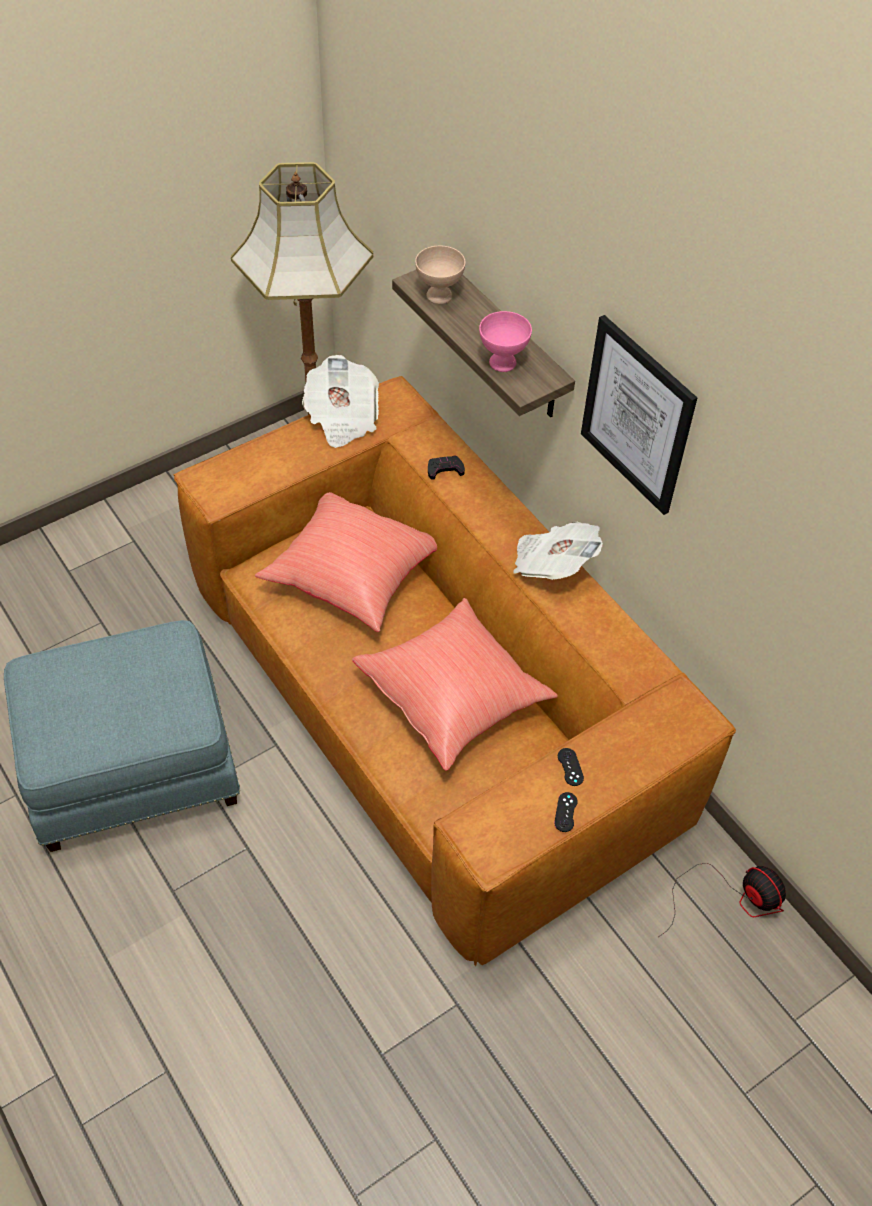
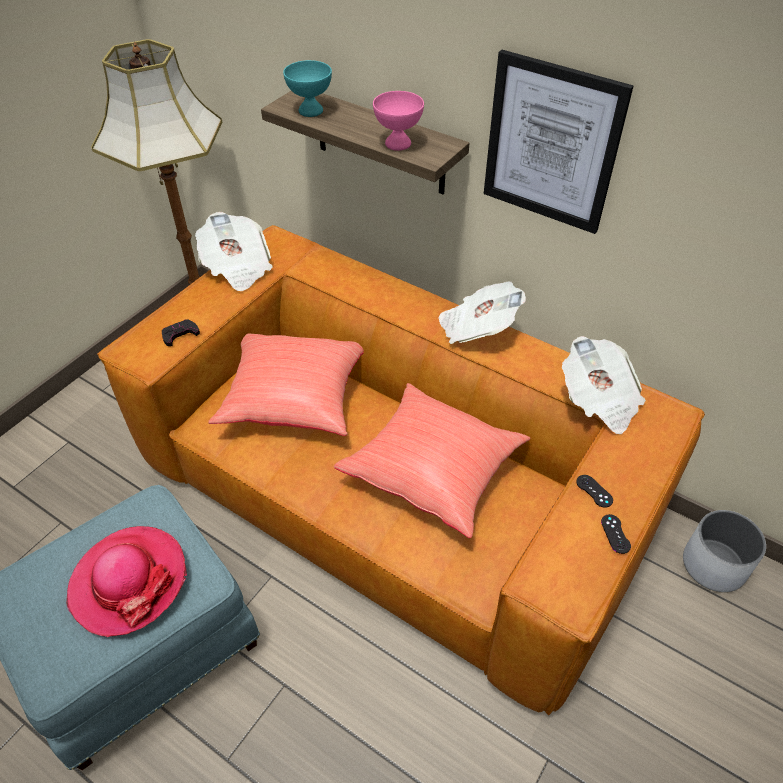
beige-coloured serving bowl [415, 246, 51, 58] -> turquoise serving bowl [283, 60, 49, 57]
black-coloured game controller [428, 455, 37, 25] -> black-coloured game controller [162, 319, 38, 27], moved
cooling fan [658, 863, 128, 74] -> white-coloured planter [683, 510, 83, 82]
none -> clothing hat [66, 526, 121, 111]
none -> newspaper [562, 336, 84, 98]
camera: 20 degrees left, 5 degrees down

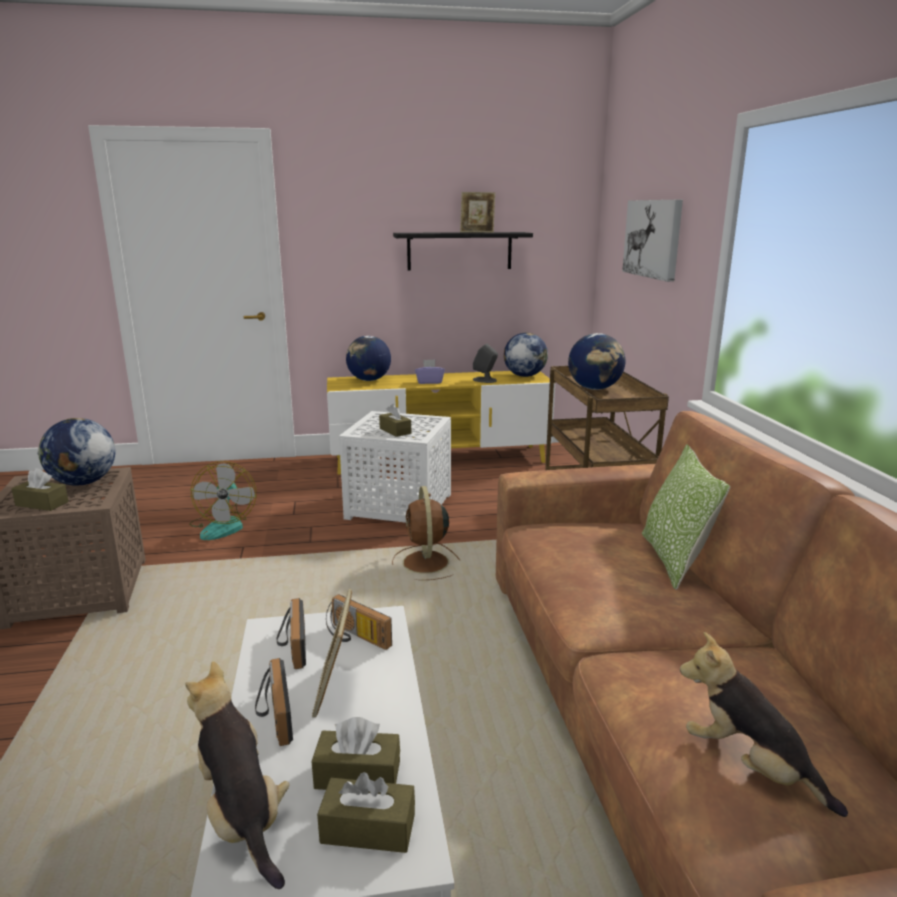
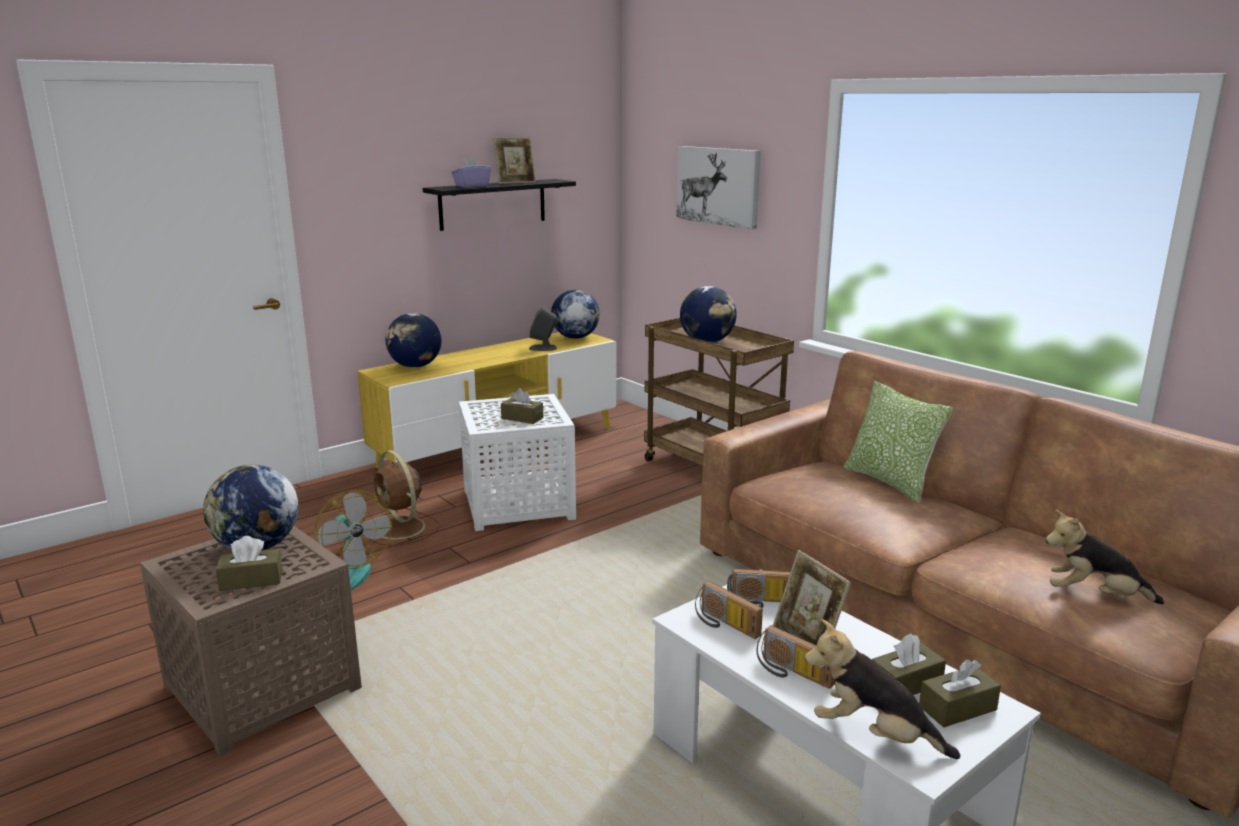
brown-coloured cooling fan [392, 486, 68, 94] -> brown-coloured cooling fan [368, 450, 72, 96], moved
purple box of tissues [415, 360, 30, 24] -> purple box of tissues [451, 158, 40, 29], moved
camera: 30 degrees left, 0 degrees up

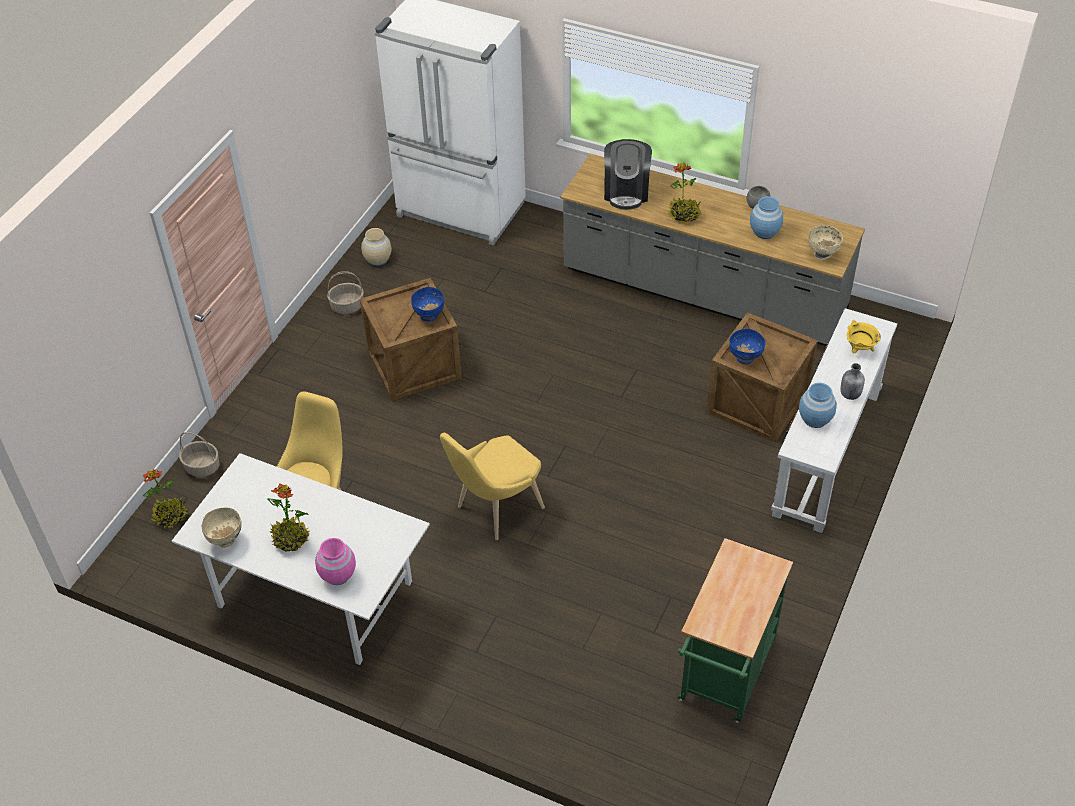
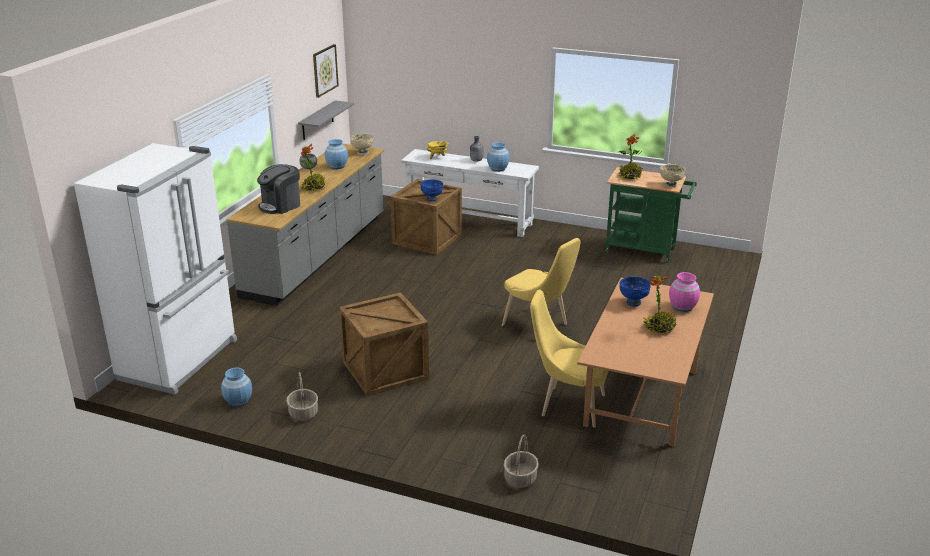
houseplant [142, 469, 46, 59] -> houseplant [619, 134, 23, 46], moved
white-coloured dinner table [172, 453, 258, 212] -> brown-coloured dinner table [577, 278, 137, 169]
beige-coloured serving bowl [202, 508, 39, 40] -> beige-coloured serving bowl [660, 164, 26, 23], moved
beige-coloured vase [361, 228, 31, 38] -> bluish vase [221, 368, 31, 39]
bluish serving bowl [411, 287, 33, 35] -> bluish serving bowl [619, 277, 32, 29], moved
coffee maker [604, 139, 48, 71] -> coffee maker [257, 164, 43, 50], 135 degrees clockwise
none -> gray bracket shelf [298, 100, 56, 40]
none -> wall picture [313, 44, 26, 54]
camera: 95 degrees left, 20 degrees down

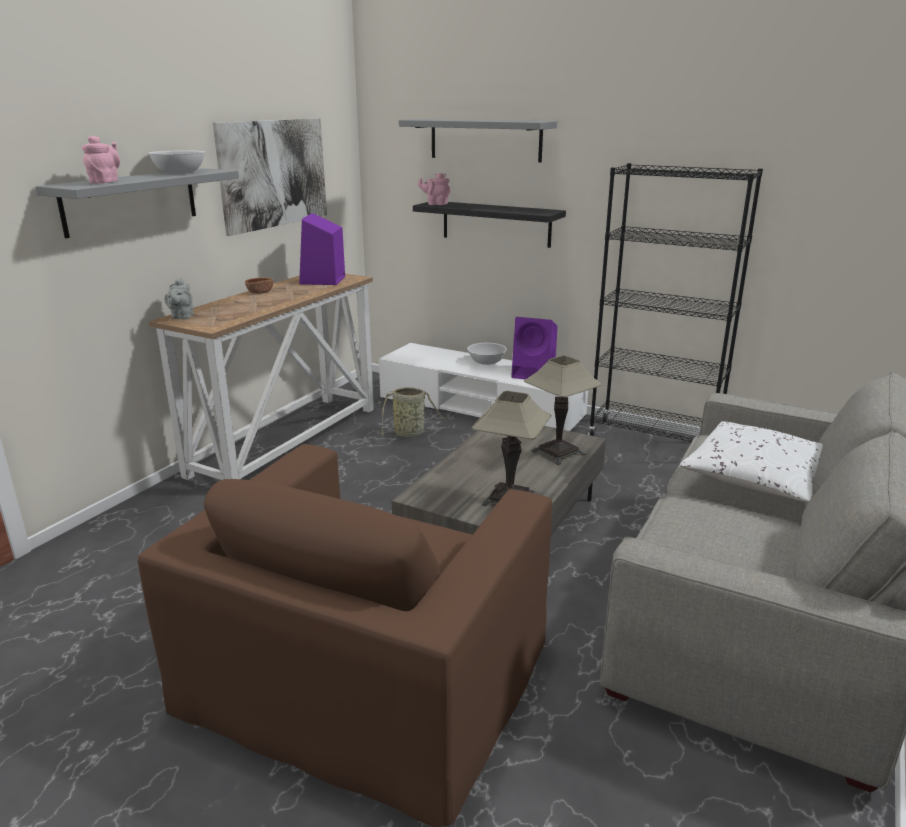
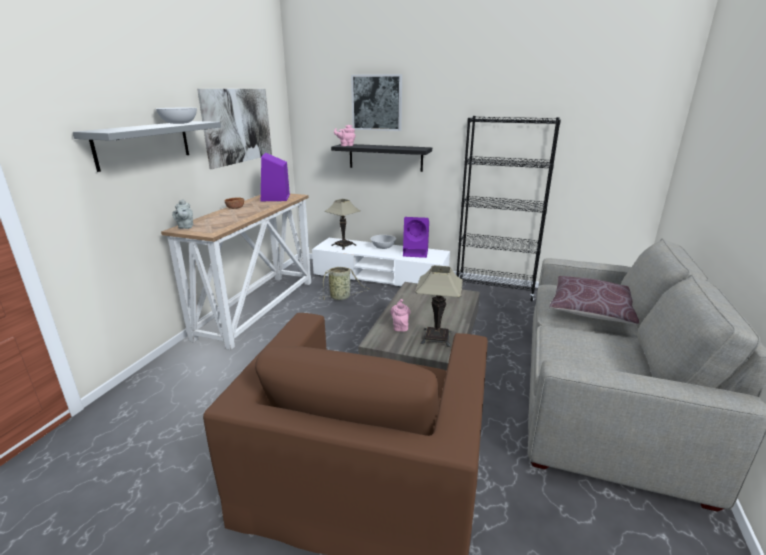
pink teapot [82, 136, 38, 47] -> pink teapot [390, 299, 20, 33], moved
gray bracket shelf [399, 119, 158, 43] -> wall picture [351, 74, 51, 57]
lamp for a table [524, 355, 78, 110] -> lamp for a table [325, 199, 35, 51], moved
white-coloured pillow [680, 421, 143, 82] -> brown-coloured pillow [549, 276, 90, 49]
camera: 10 degrees left, 0 degrees up

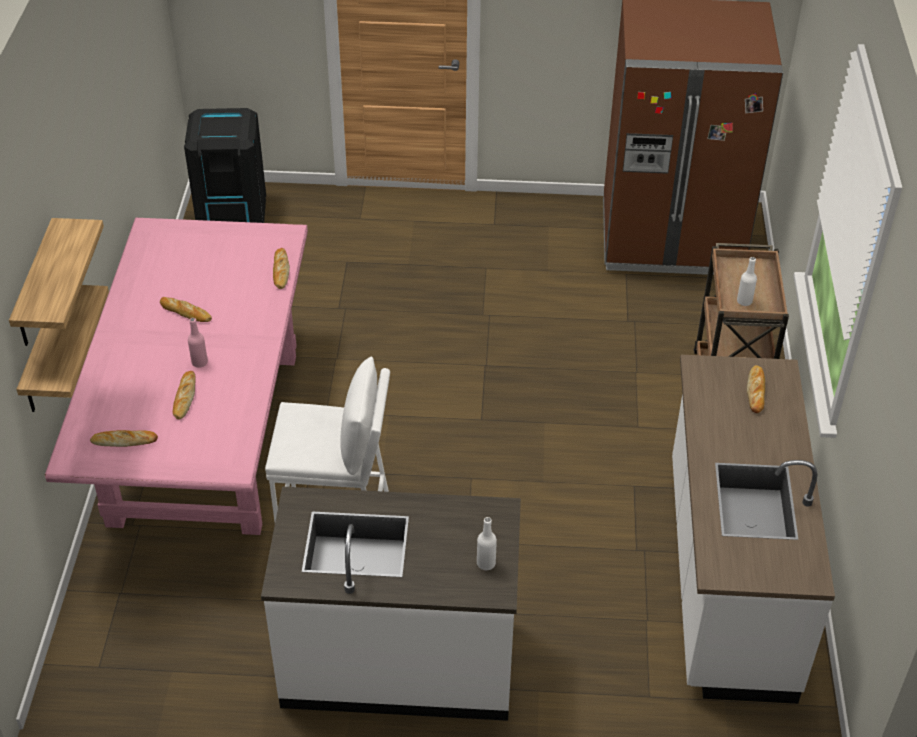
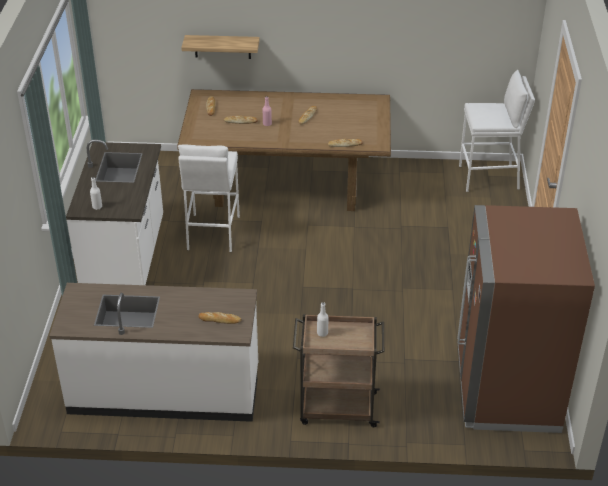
bracket shelf [9, 218, 95, 128] -> none
pink dinner table [45, 218, 263, 317] -> brown-coloured dinner table [177, 89, 214, 122]
black-coloured rubbish bin [184, 108, 82, 115] -> white-coloured sitting stool [459, 70, 76, 122]
camera: 90 degrees right, 5 degrees down

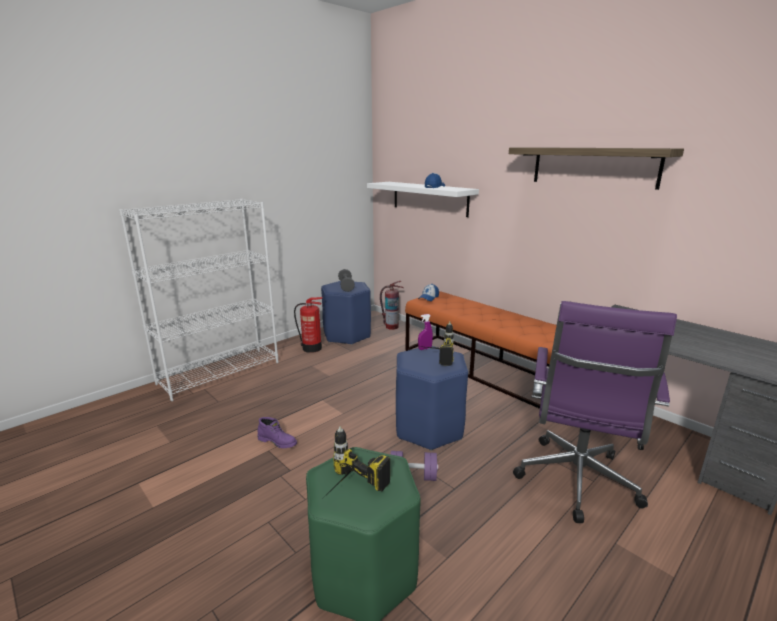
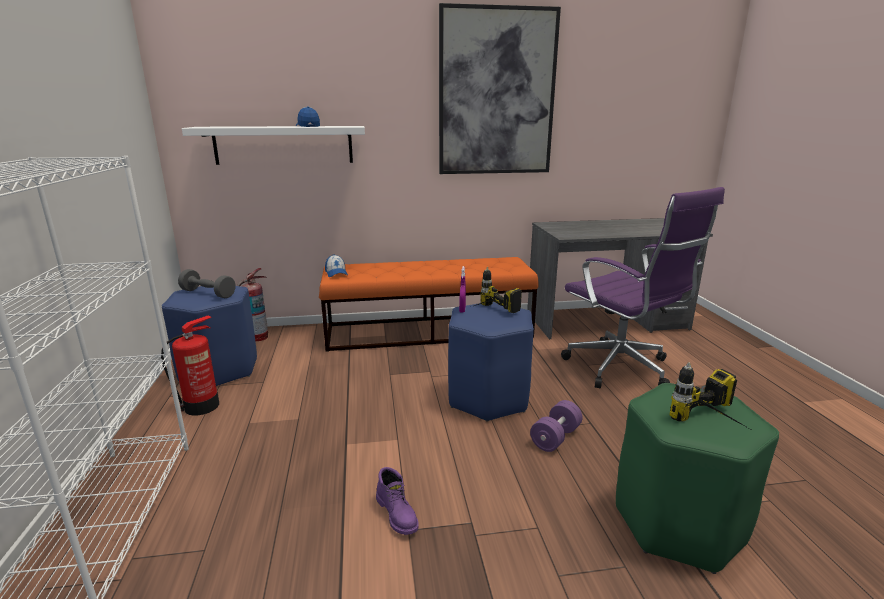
purple high-top boot [257, 417, 40, 31] -> purple high-top boot [376, 467, 43, 68], 90 degrees clockwise
bracket shelf [509, 147, 175, 43] -> wall picture [439, 3, 122, 171]
camera: 55 degrees left, 0 degrees up

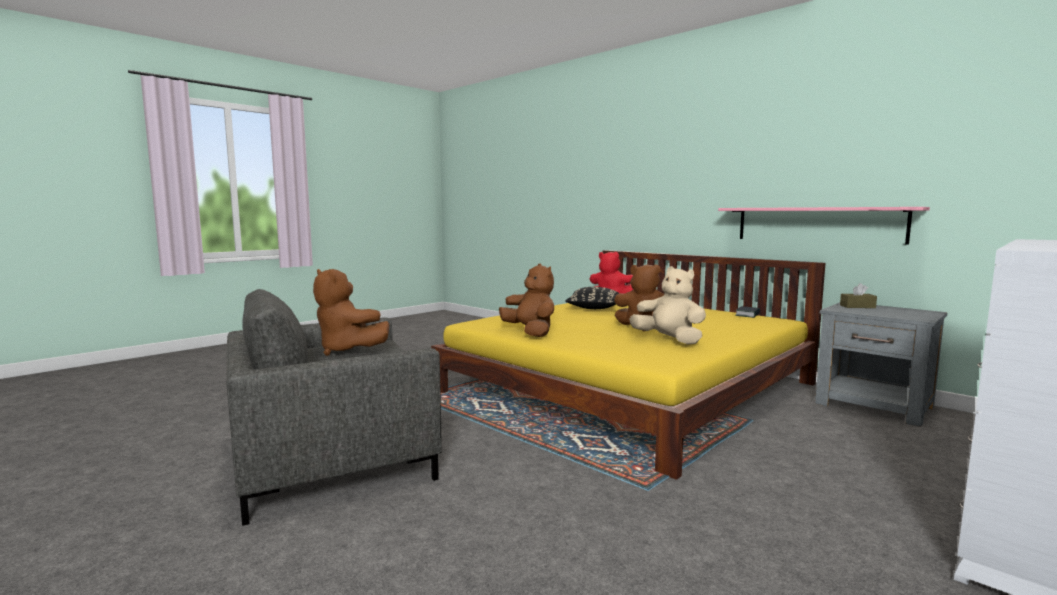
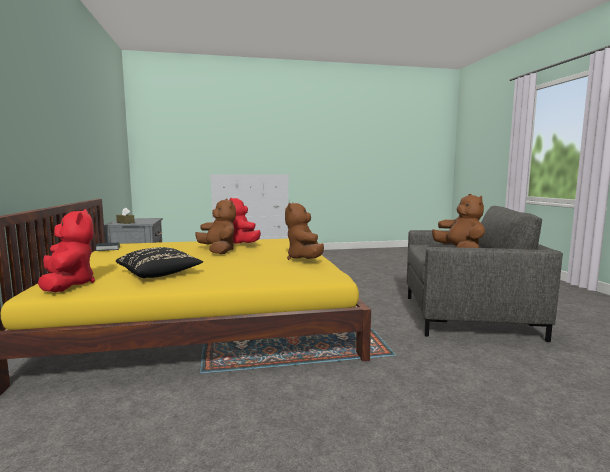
beige-coloured plush toy [629, 266, 77, 78] -> red-coloured plush toy [229, 198, 32, 46]
pink bracket shelf [718, 207, 212, 38] -> none
camera: 145 degrees left, 0 degrees up

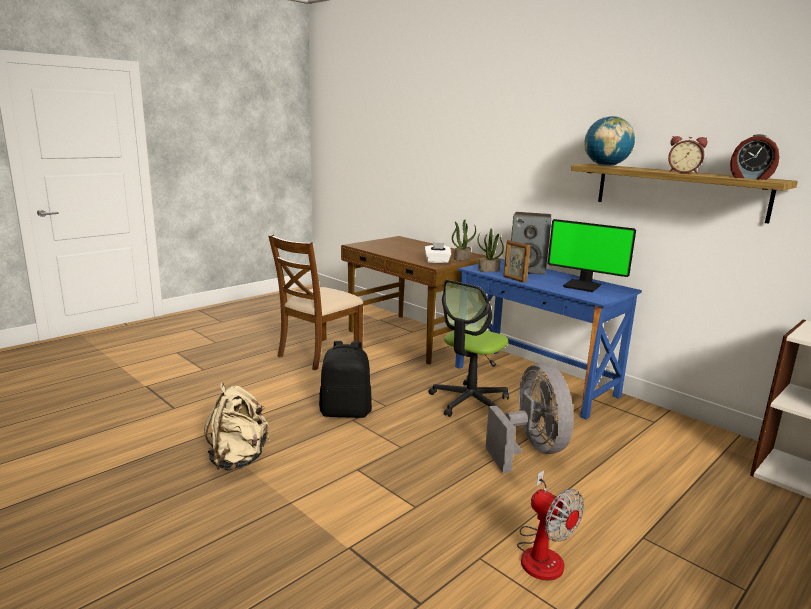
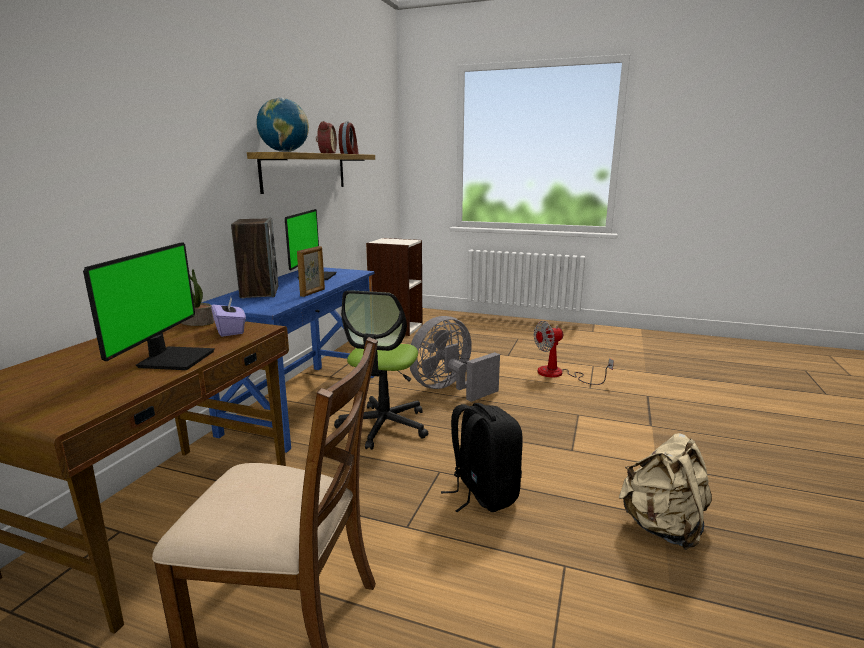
white-coloured box of tissues [425, 242, 26, 21] -> purple box of tissues [211, 297, 35, 40]
desk chair [429, 280, 80, 137] -> desk chair [334, 290, 95, 160], 90 degrees clockwise
houseplant [478, 228, 26, 44] -> none
cooling fan [517, 470, 67, 110] -> cooling fan [534, 321, 80, 64], 135 degrees counterclockwise
none -> monitor [83, 242, 132, 128]
camera: 115 degrees left, 0 degrees up

